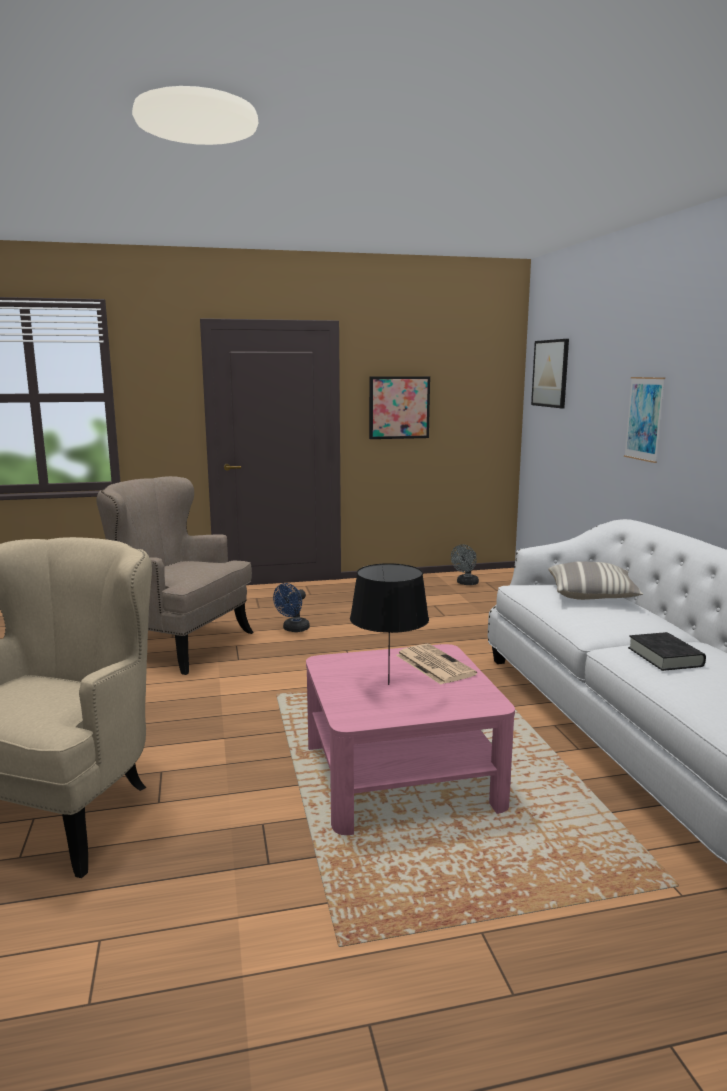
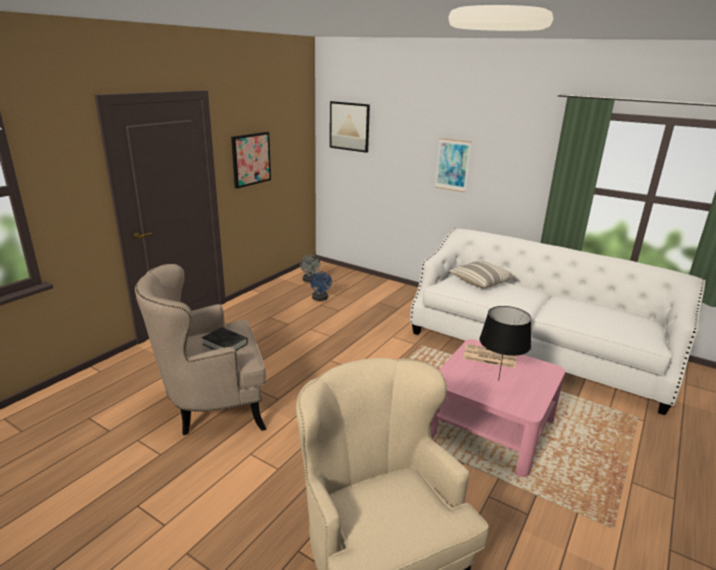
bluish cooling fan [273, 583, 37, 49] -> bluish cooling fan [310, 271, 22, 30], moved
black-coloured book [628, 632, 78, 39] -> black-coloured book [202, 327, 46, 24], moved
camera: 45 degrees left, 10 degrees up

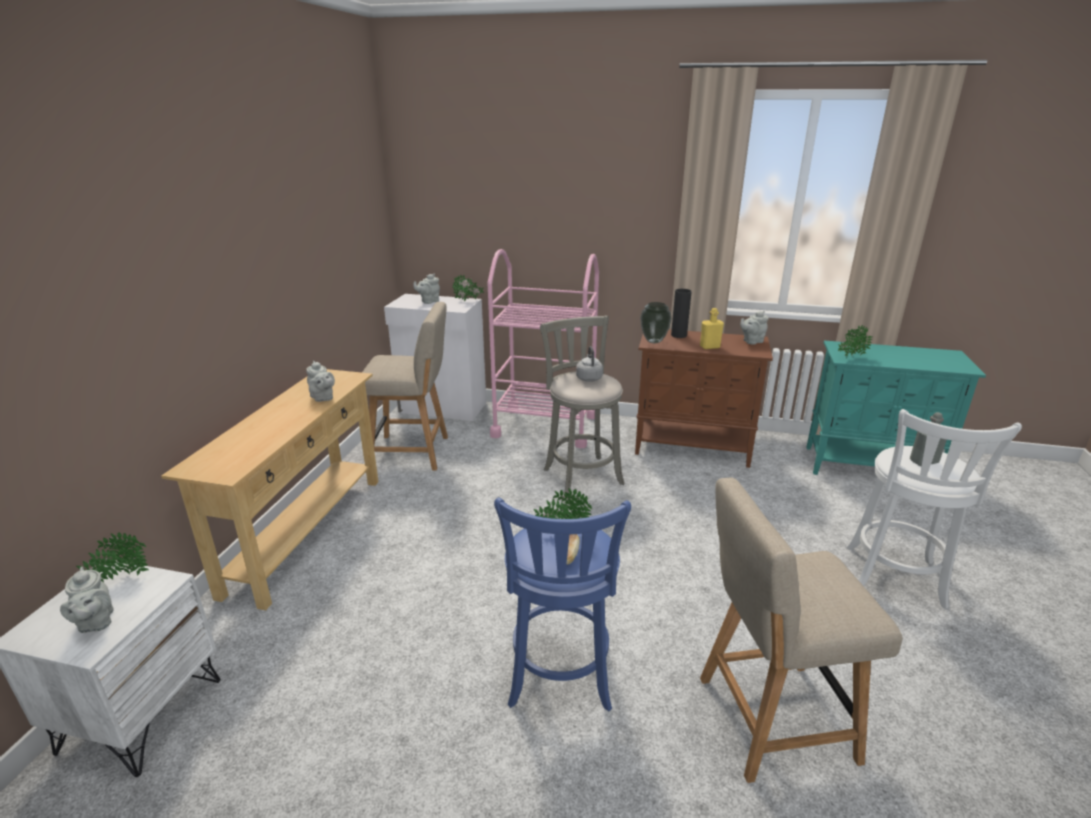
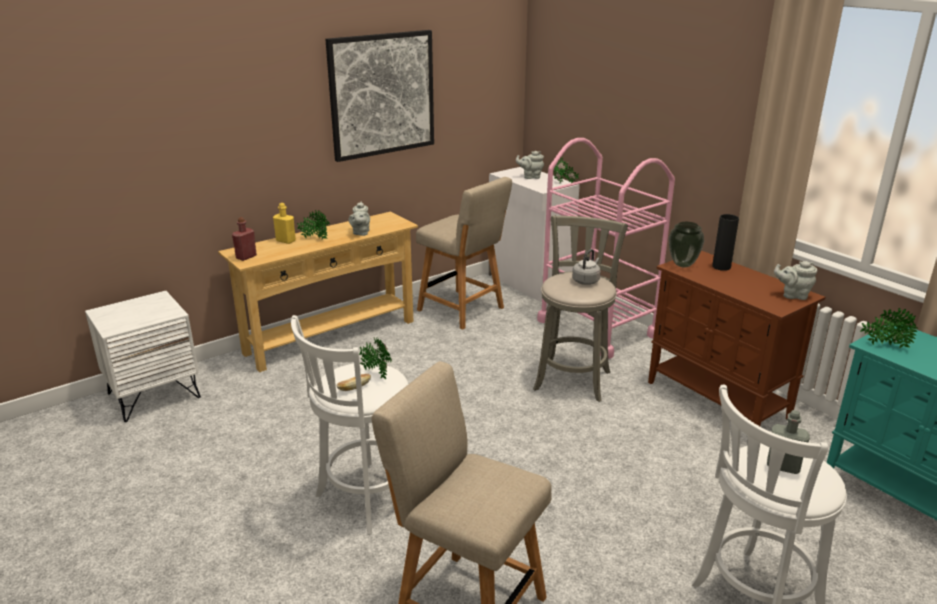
gray teapot [60, 567, 53, 66] -> none
houseplant [76, 532, 73, 50] -> houseplant [297, 210, 33, 29], moved
bluish sitting stool [494, 497, 137, 214] -> white-coloured sitting stool [290, 315, 118, 220]
yellow beverage bottle [700, 308, 24, 41] -> yellow beverage bottle [273, 203, 23, 41], moved
none -> red-coloured beverage bottle [232, 217, 25, 44]
none -> wall picture [325, 30, 109, 132]
camera: 40 degrees right, 0 degrees up

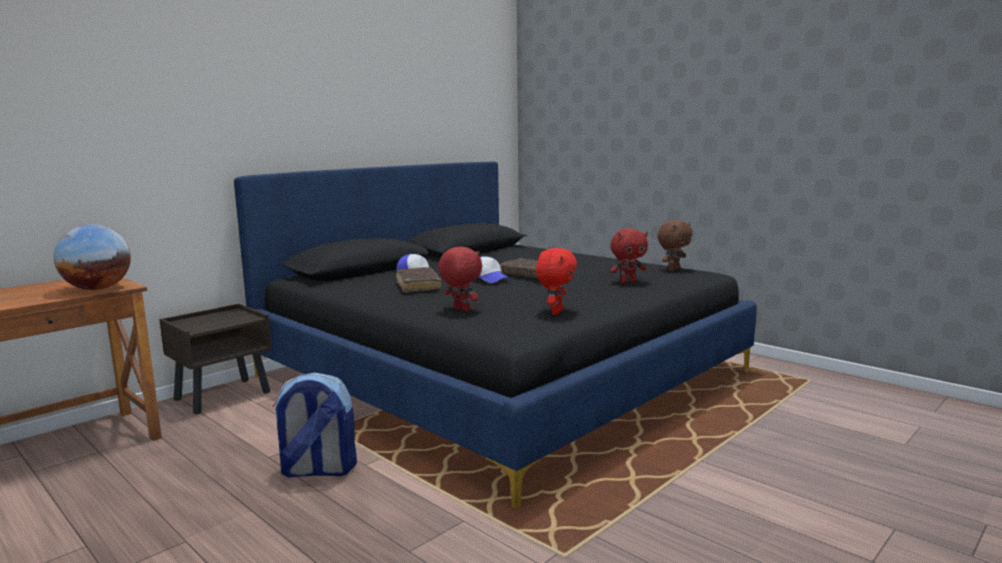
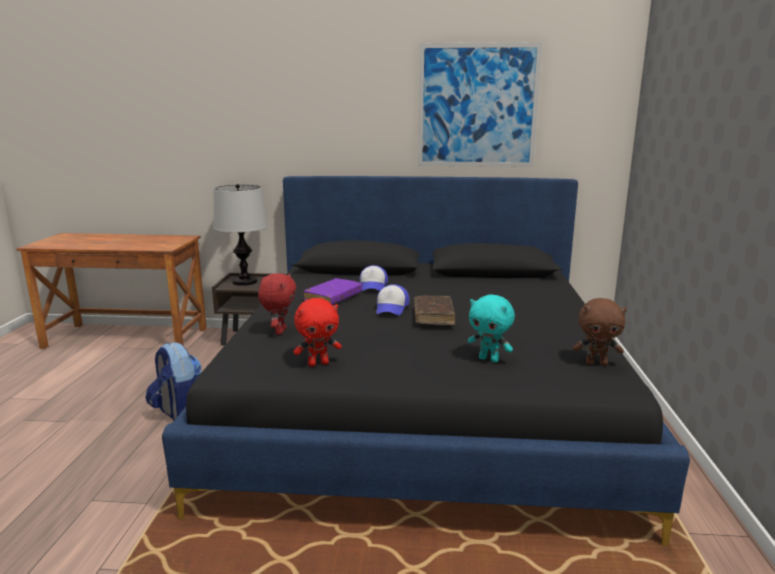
world globe [54, 224, 77, 66] -> none
brown-coloured book [396, 267, 46, 26] -> purple book [304, 278, 58, 27]
red-coloured plush toy [610, 228, 38, 56] -> turquoise plush toy [468, 295, 47, 68]
none -> lamp for a table [213, 184, 55, 102]
none -> wall picture [418, 42, 125, 125]
camera: 50 degrees right, 5 degrees up

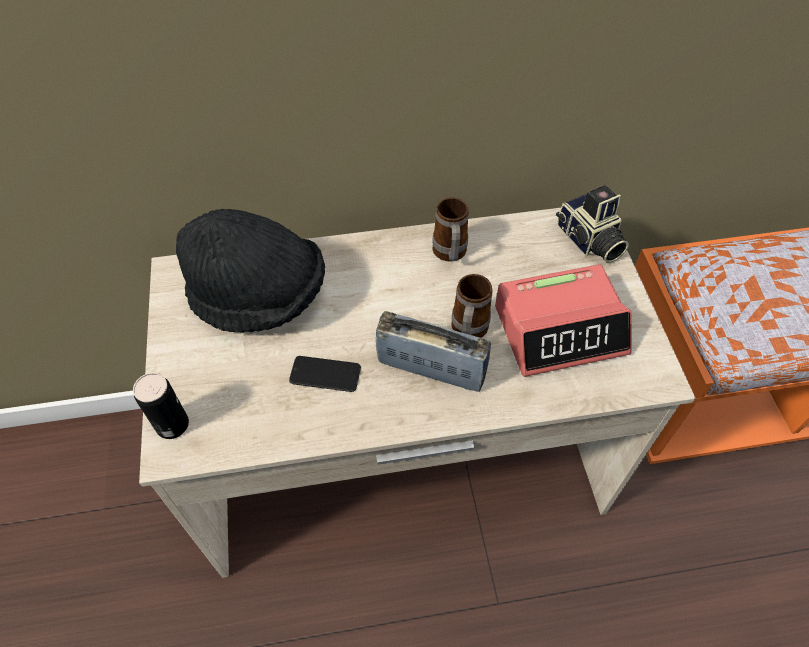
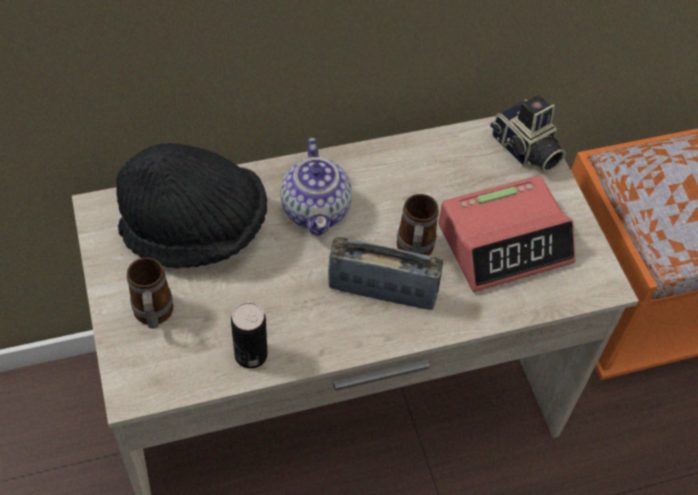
metal can [133, 373, 56, 66] -> metal can [231, 302, 36, 67], moved
handset [289, 356, 72, 36] -> none
mug [432, 197, 37, 65] -> mug [127, 257, 47, 72], moved
none -> teapot [280, 138, 72, 98]
camera: 10 degrees left, 0 degrees up

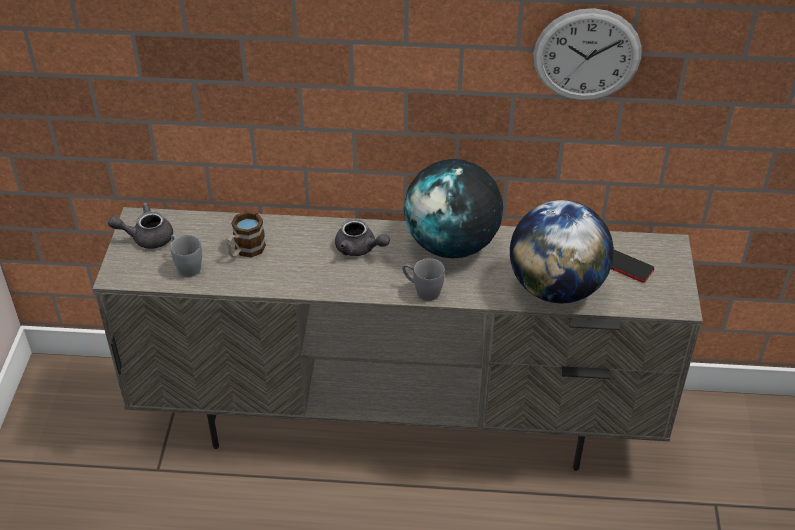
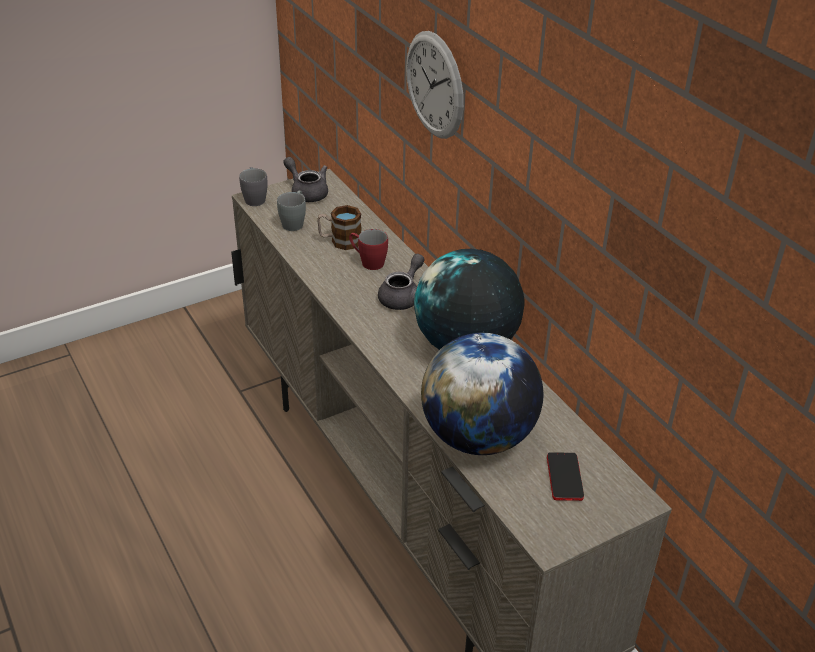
gray teapot [335, 219, 55, 37] -> gray teapot [378, 254, 46, 56], 150 degrees counterclockwise
gray mug [402, 258, 43, 43] -> gray mug [239, 167, 29, 39], moved
hanging clock [533, 8, 109, 92] -> hanging clock [406, 31, 58, 108], moved
none -> red-coloured mug [349, 229, 39, 41]
camera: 55 degrees right, 5 degrees down

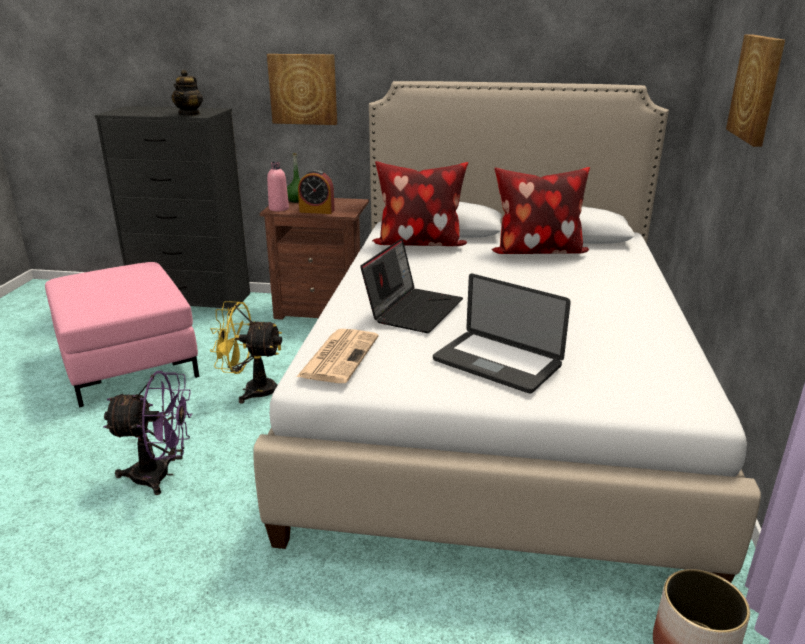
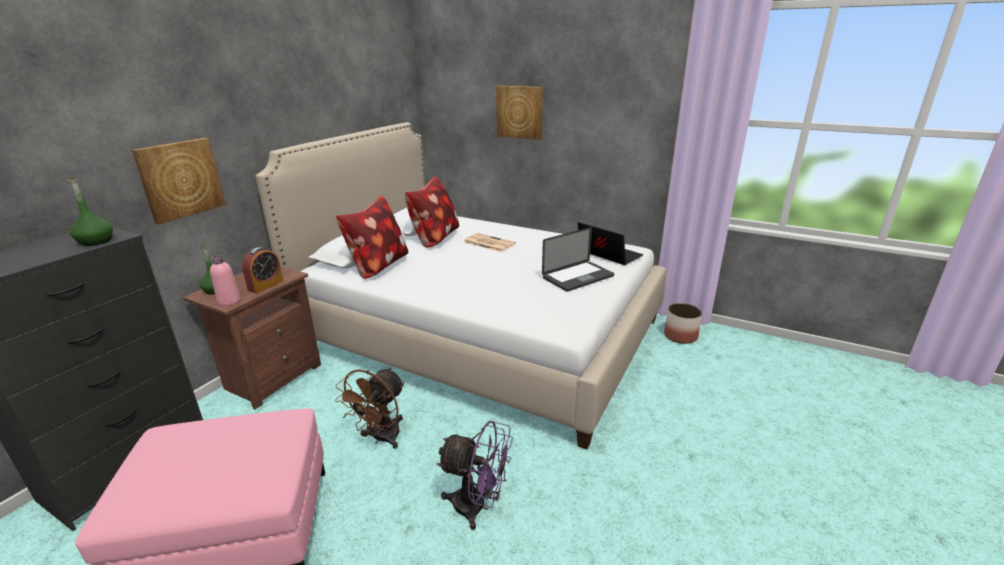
purple cooling fan [103, 371, 89, 124] -> purple cooling fan [436, 421, 77, 109], 90 degrees clockwise
teapot [172, 70, 31, 46] -> greenish beverage bottle [68, 177, 45, 69]
yellow cooling fan [210, 301, 72, 103] -> brown-coloured cooling fan [335, 367, 70, 82]
newspaper [296, 329, 83, 54] -> newspaper [464, 233, 52, 19], moved
portable computer [360, 238, 103, 95] -> portable computer [577, 222, 66, 43], moved
camera: 70 degrees left, 0 degrees up

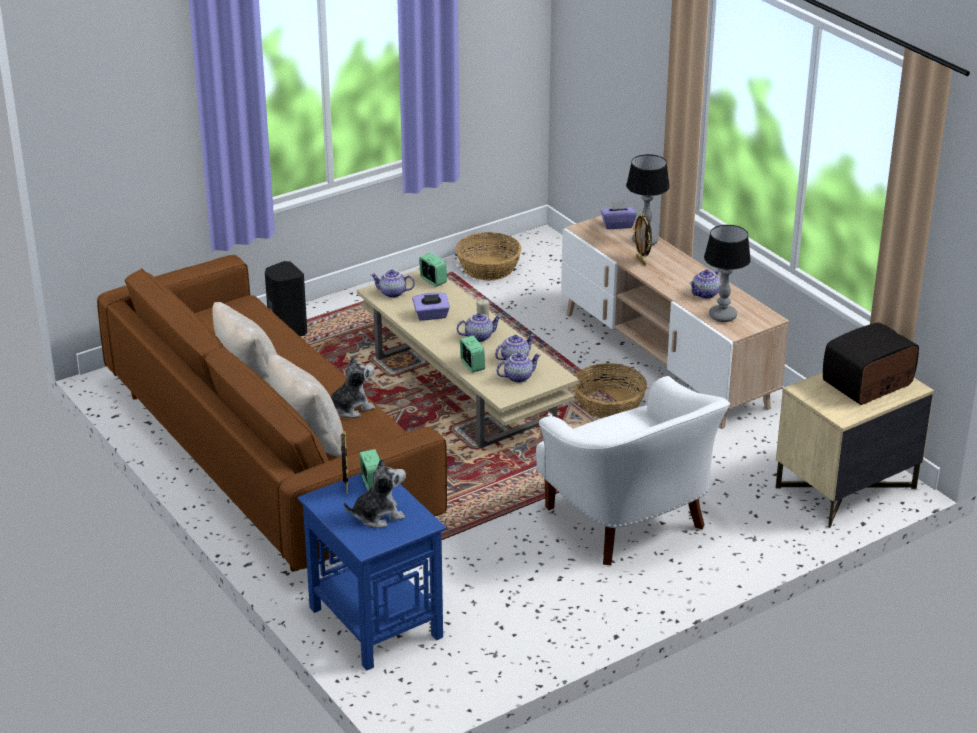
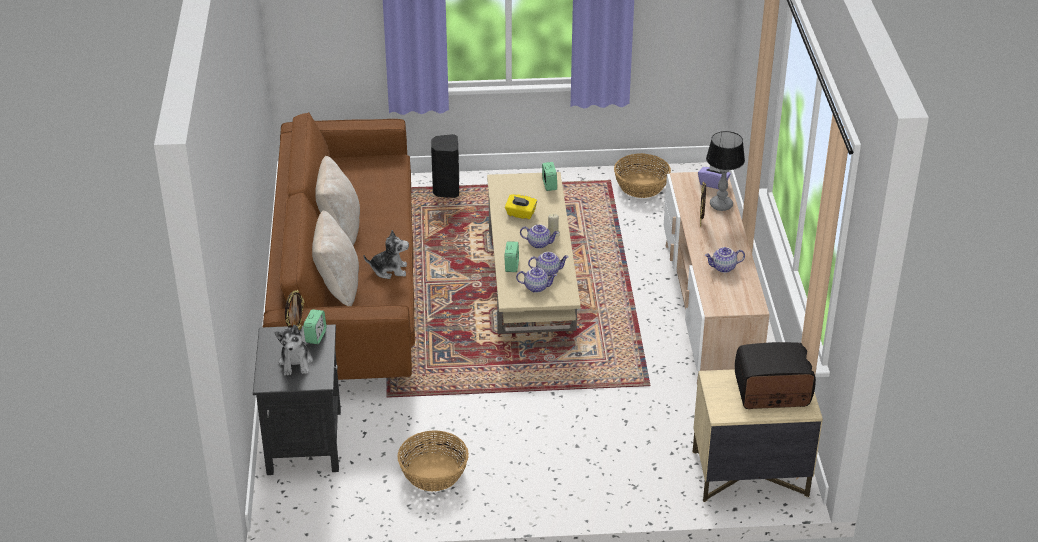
bluish side table [298, 473, 148, 197] -> black-coloured side table [253, 324, 88, 151]
plush toy [344, 458, 62, 70] -> plush toy [275, 325, 38, 51], 75 degrees clockwise
teapot [370, 270, 45, 28] -> none
purple box of tissues [412, 292, 38, 29] -> yellow box of tissues [505, 194, 32, 26]
white-coloured armchair [536, 376, 194, 189] -> none
storage basket [574, 363, 73, 55] -> storage basket [397, 430, 72, 62], moved
lamp for a table [704, 225, 47, 97] -> none
camera: 30 degrees right, 5 degrees up

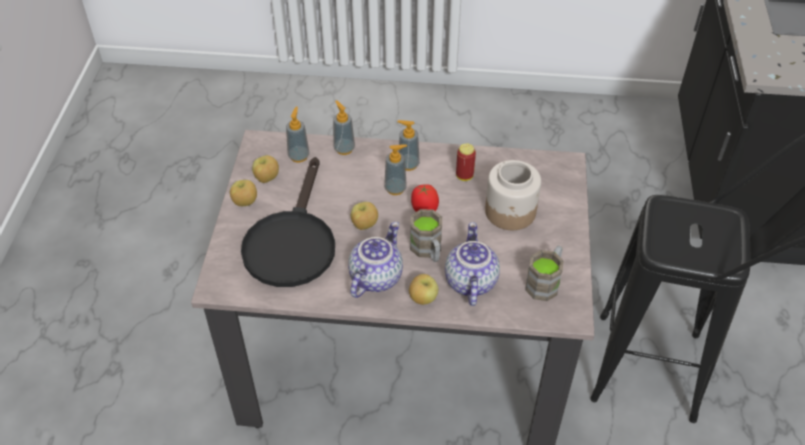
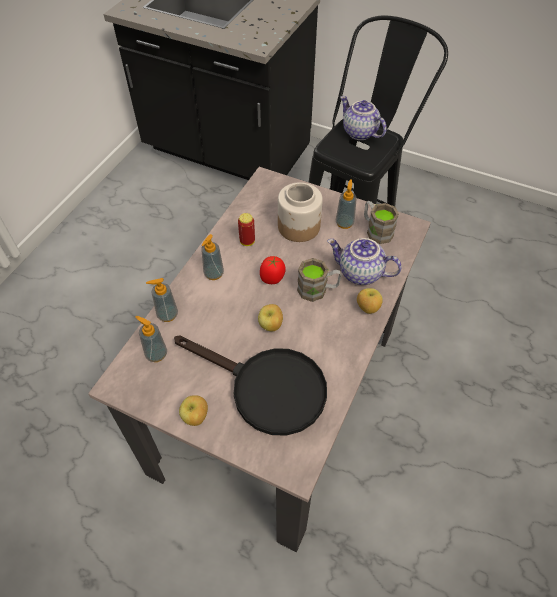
whole apple [252, 155, 27, 28] -> none
teapot [348, 222, 55, 76] -> teapot [340, 96, 47, 44], moved
soap bottle [384, 144, 23, 51] -> soap bottle [336, 179, 21, 50], moved
camera: 70 degrees left, 5 degrees up

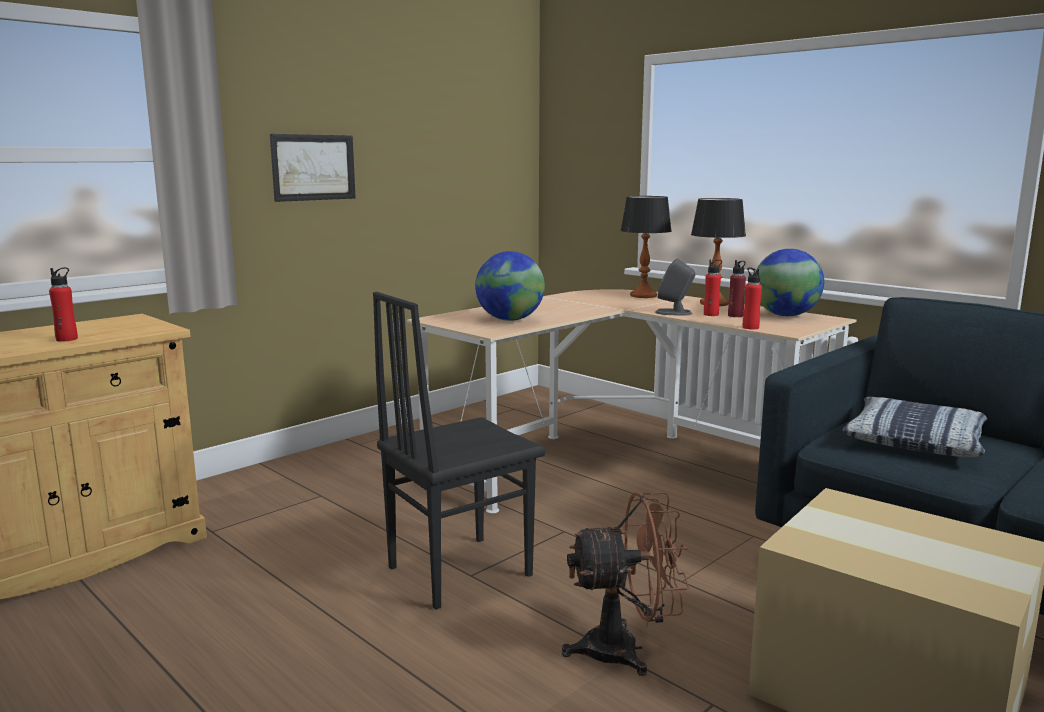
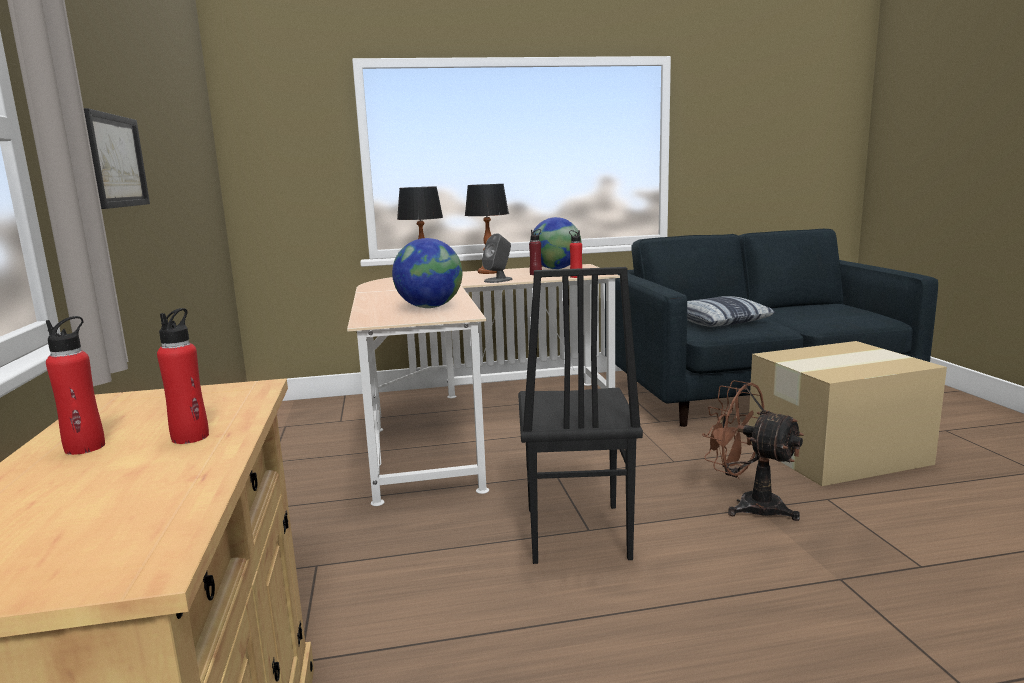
brown-coloured cooling fan [562, 492, 127, 184] -> brown-coloured cooling fan [702, 380, 102, 141], 75 degrees counterclockwise
red-coloured beverage bottle [704, 260, 18, 56] -> red-coloured beverage bottle [46, 316, 59, 139], moved
camera: 55 degrees left, 0 degrees up

